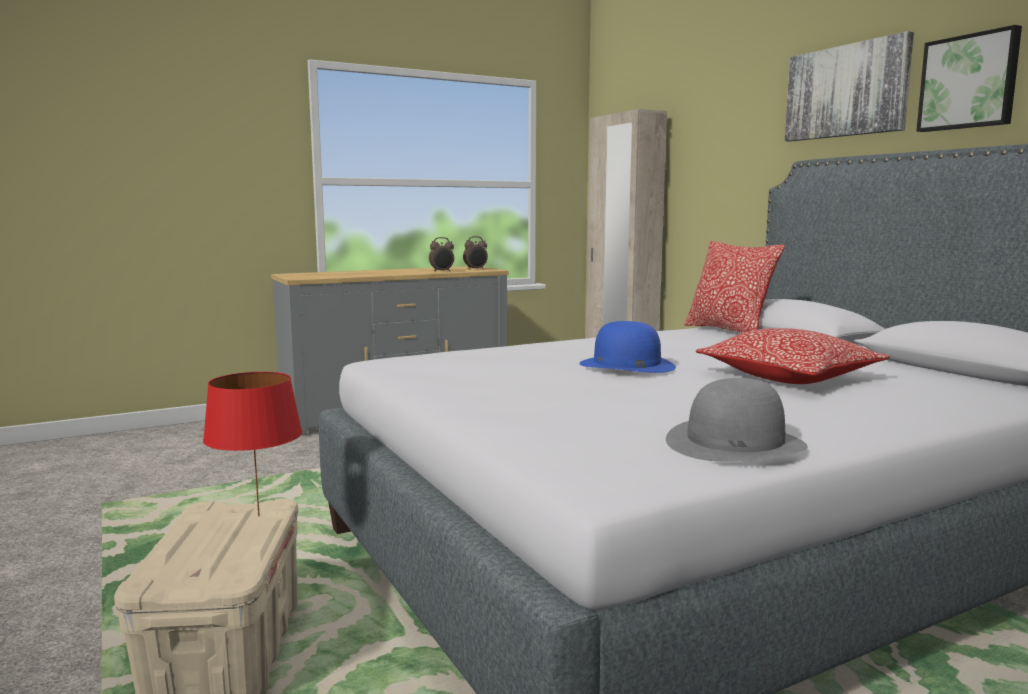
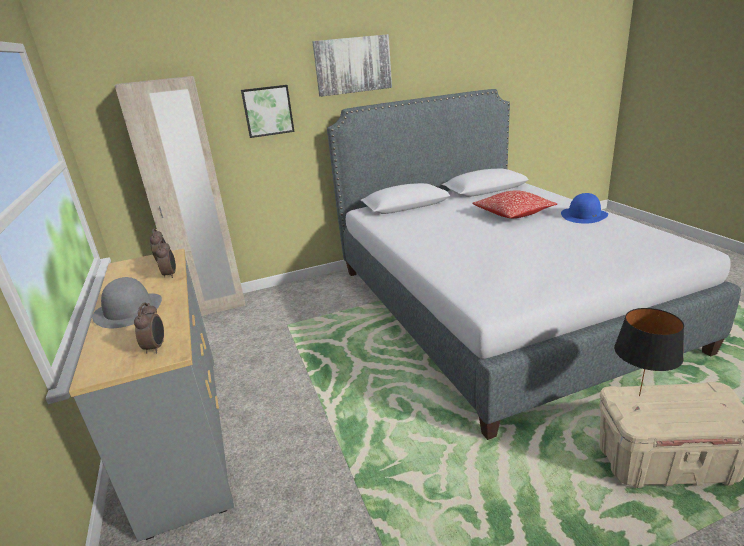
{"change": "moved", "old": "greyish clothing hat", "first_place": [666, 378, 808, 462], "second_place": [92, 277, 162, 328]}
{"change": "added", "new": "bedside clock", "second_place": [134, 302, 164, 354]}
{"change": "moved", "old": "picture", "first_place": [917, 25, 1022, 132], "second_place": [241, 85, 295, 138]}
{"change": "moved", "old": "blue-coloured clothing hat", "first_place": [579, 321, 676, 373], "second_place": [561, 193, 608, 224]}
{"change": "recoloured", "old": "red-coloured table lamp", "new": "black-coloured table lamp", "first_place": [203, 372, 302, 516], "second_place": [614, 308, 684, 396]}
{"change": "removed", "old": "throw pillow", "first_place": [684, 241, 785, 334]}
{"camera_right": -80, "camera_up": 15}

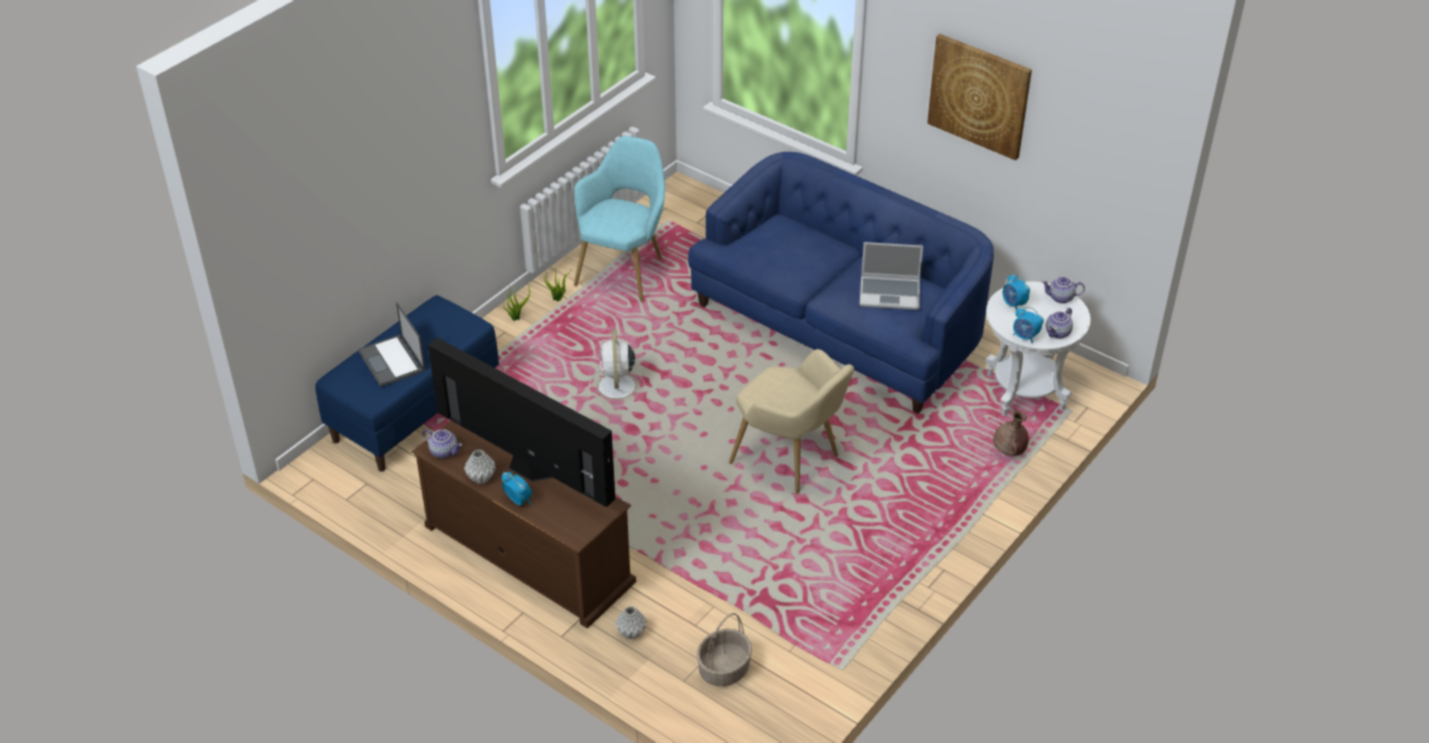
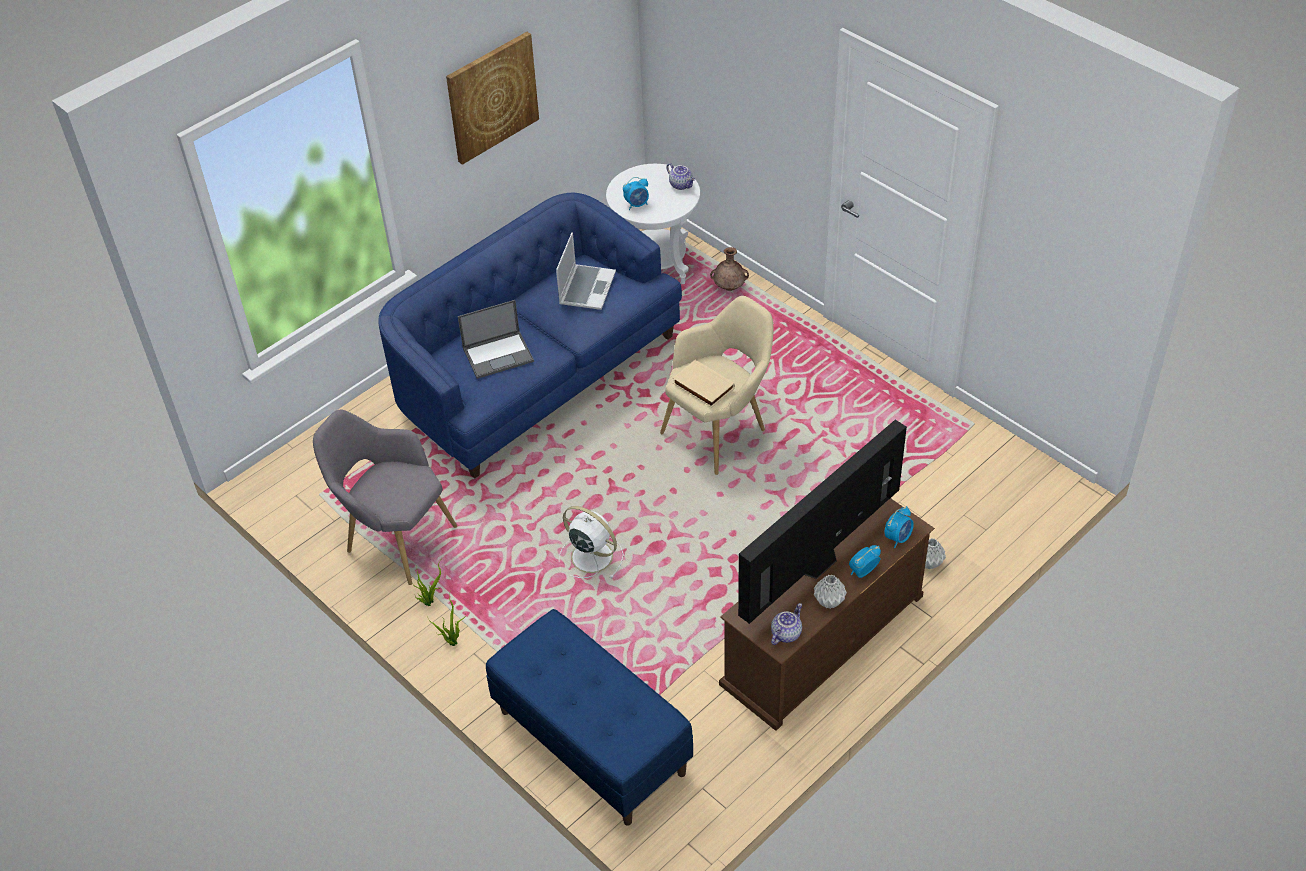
{"change": "recoloured", "old": "turquoise-coloured armchair", "new": "greyish armchair", "first_place": [574, 136, 665, 302], "second_place": [313, 409, 457, 585]}
{"change": "moved", "old": "notebook computer", "first_place": [358, 302, 426, 387], "second_place": [458, 300, 534, 379]}
{"change": "turned", "old": "white-coloured cooling fan", "first_place": [589, 329, 646, 407], "second_place": [559, 506, 624, 579], "degrees": -150}
{"change": "added", "new": "beige-coloured bound book", "second_place": [673, 360, 735, 408]}
{"change": "moved", "old": "bedside clock", "first_place": [1013, 307, 1044, 343], "second_place": [885, 506, 914, 548]}
{"change": "removed", "old": "household basket", "first_place": [697, 613, 752, 687]}
{"change": "removed", "old": "tea pot", "first_place": [1042, 277, 1085, 304]}
{"camera_right": -80, "camera_up": 5}

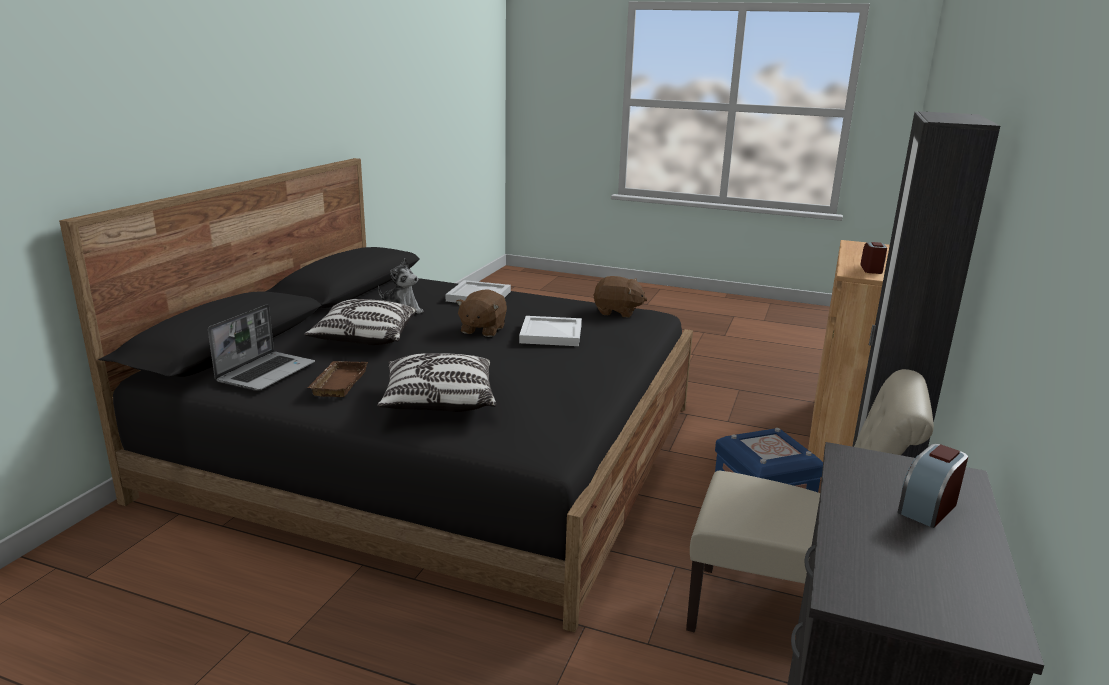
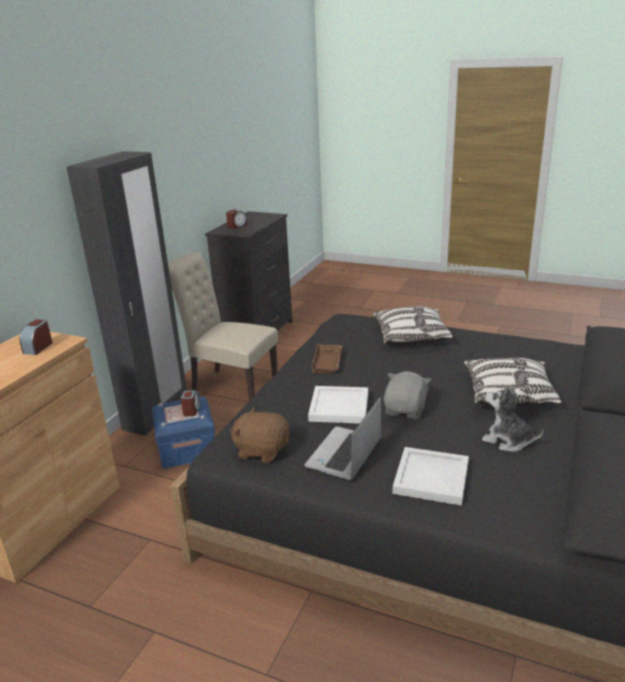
{"change": "added", "new": "bedside clock", "second_place": [181, 390, 200, 416]}
{"change": "moved", "old": "notebook computer", "first_place": [208, 304, 315, 391], "second_place": [305, 397, 381, 480]}
{"change": "moved", "old": "brown serving tray", "first_place": [307, 361, 368, 397], "second_place": [311, 344, 343, 373]}
{"change": "recoloured", "old": "brown cuddly toy", "new": "greyish cuddly toy", "first_place": [456, 289, 507, 337], "second_place": [383, 372, 431, 419]}
{"camera_right": -175, "camera_up": 5}

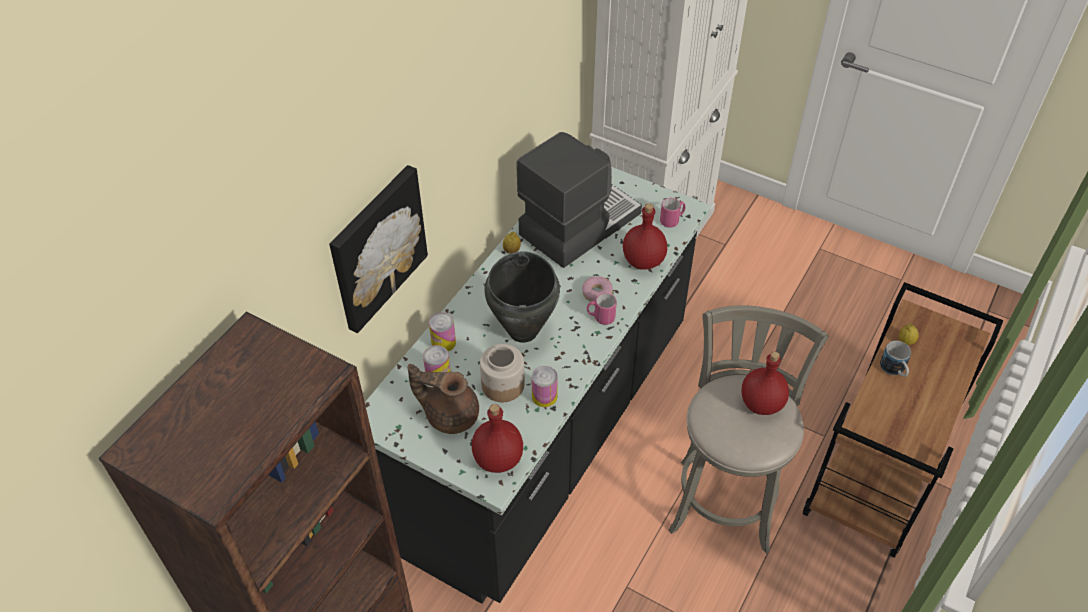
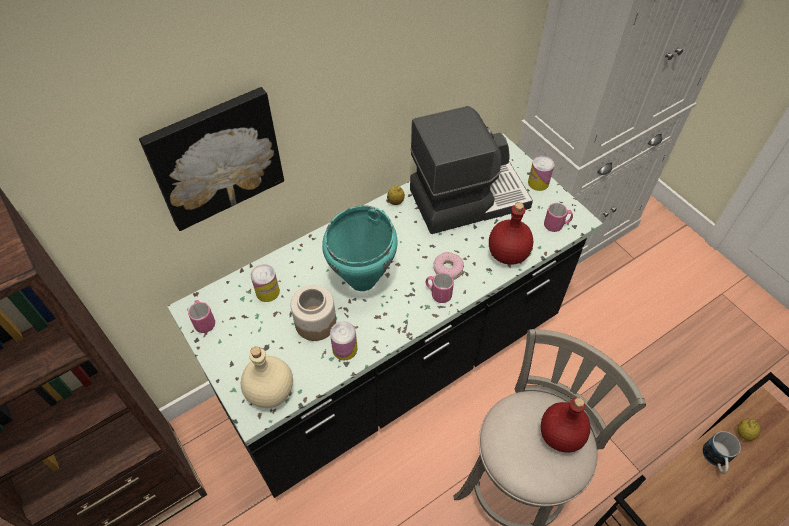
{"change": "added", "new": "pink-coloured tea mug", "second_place": [188, 300, 215, 333]}
{"change": "recoloured", "old": "red-coloured bottle", "new": "beige-coloured bottle", "first_place": [472, 404, 523, 473], "second_place": [241, 346, 293, 408]}
{"change": "recoloured", "old": "black-coloured stockpot", "new": "turquoise-coloured stockpot", "first_place": [484, 251, 560, 343], "second_place": [322, 206, 398, 291]}
{"change": "moved", "old": "metal can", "first_place": [429, 312, 456, 352], "second_place": [528, 156, 554, 191]}
{"change": "removed", "old": "brown tea pot", "first_place": [407, 364, 479, 434]}
{"camera_right": 25, "camera_up": 5}

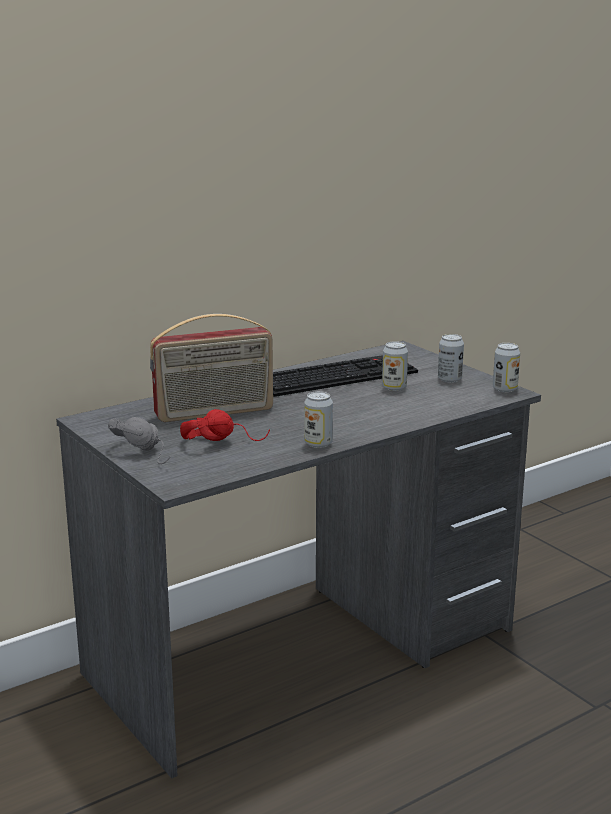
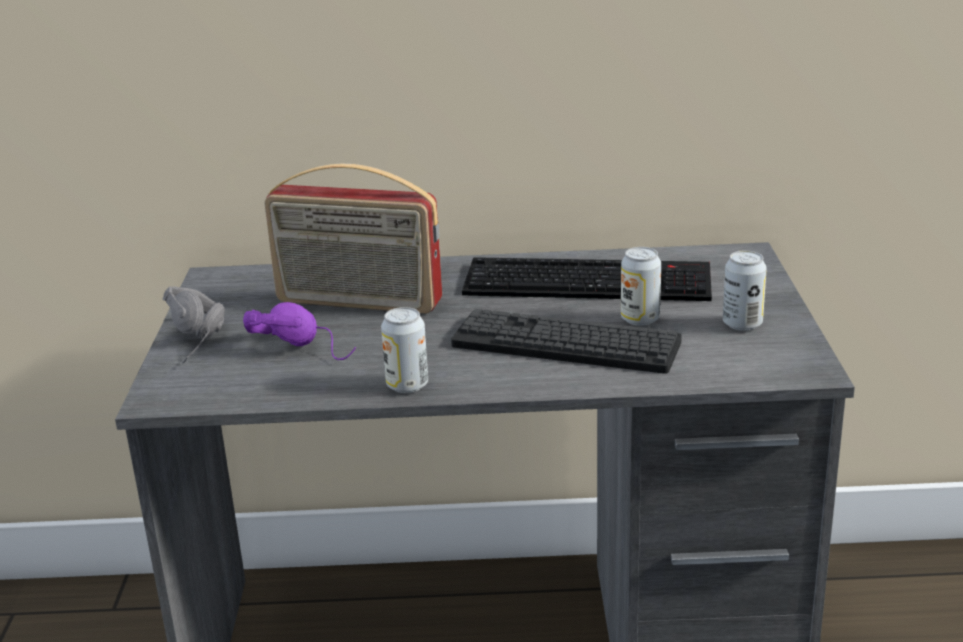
{"change": "recoloured", "old": "red-coloured pair of headphones", "new": "purple pair of headphones", "first_place": [180, 409, 270, 441], "second_place": [243, 302, 356, 360]}
{"change": "added", "new": "PC keyboard", "second_place": [451, 309, 682, 374]}
{"change": "removed", "old": "metal can", "first_place": [493, 343, 520, 393]}
{"camera_right": 35, "camera_up": 5}

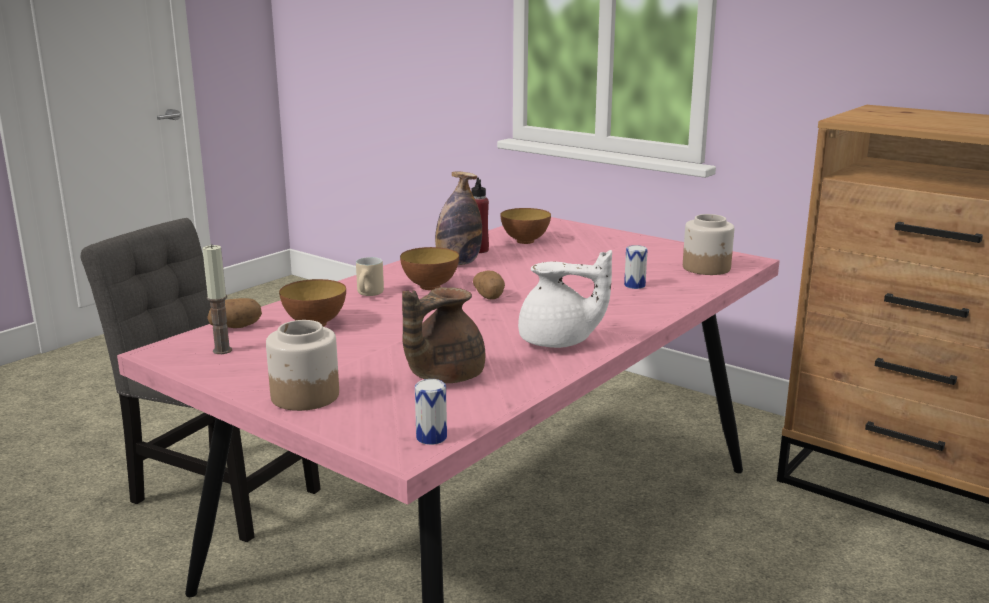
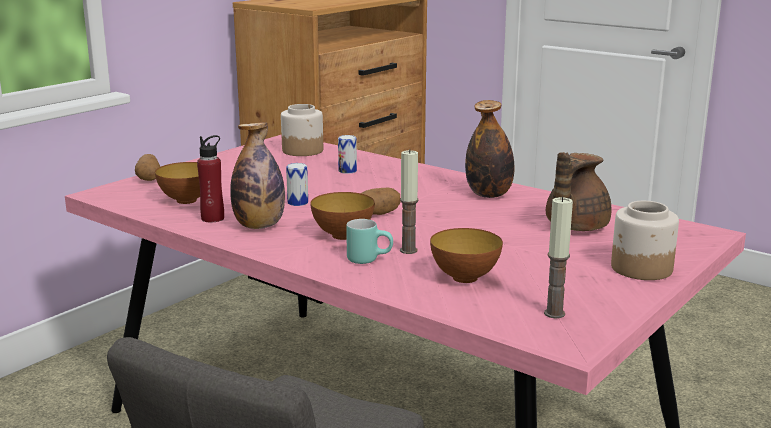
{"change": "moved", "old": "spud", "first_place": [207, 298, 262, 328], "second_place": [135, 154, 160, 181]}
{"change": "moved", "old": "metal can", "first_place": [415, 379, 447, 445], "second_place": [286, 163, 308, 206]}
{"change": "recoloured", "old": "beige-coloured tea mug", "new": "turquoise-coloured tea mug", "first_place": [356, 257, 384, 296], "second_place": [346, 219, 393, 264]}
{"change": "added", "new": "candle", "second_place": [400, 149, 418, 254]}
{"change": "replaced", "old": "white-coloured tea pot", "new": "bottle", "first_place": [518, 250, 612, 348], "second_place": [465, 100, 514, 198]}
{"change": "turned", "old": "brown tea pot", "first_place": [402, 287, 485, 383], "second_place": [546, 152, 612, 231], "degrees": 90}
{"camera_right": -90, "camera_up": 0}

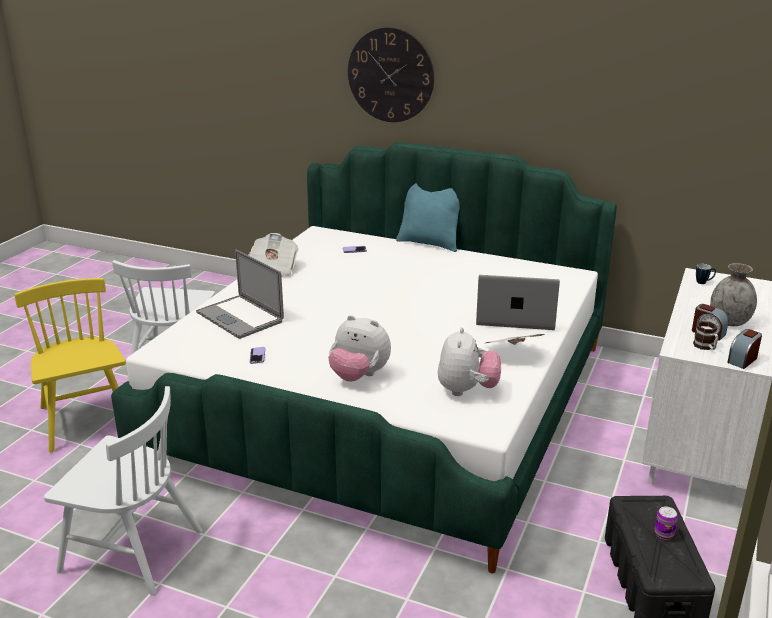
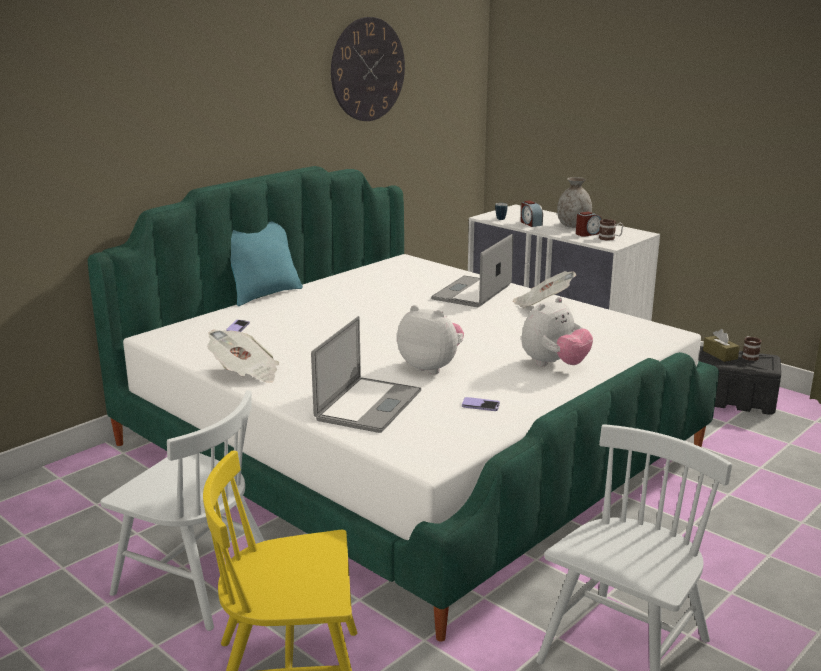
{"change": "turned", "old": "notebook computer", "first_place": [196, 249, 284, 339], "second_place": [311, 316, 421, 433], "degrees": -45}
{"change": "moved", "old": "hanging clock", "first_place": [348, 27, 434, 122], "second_place": [331, 17, 405, 121]}
{"change": "moved", "old": "cuddly toy", "first_place": [438, 327, 501, 396], "second_place": [397, 305, 464, 374]}
{"change": "moved", "old": "bedside clock", "first_place": [727, 329, 762, 369], "second_place": [521, 201, 543, 227]}
{"change": "replaced", "old": "metal can", "new": "brown tissue box", "first_place": [655, 506, 678, 540], "second_place": [703, 329, 740, 362]}
{"change": "added", "new": "tea mug", "second_place": [742, 336, 762, 361]}
{"camera_right": -70, "camera_up": -5}

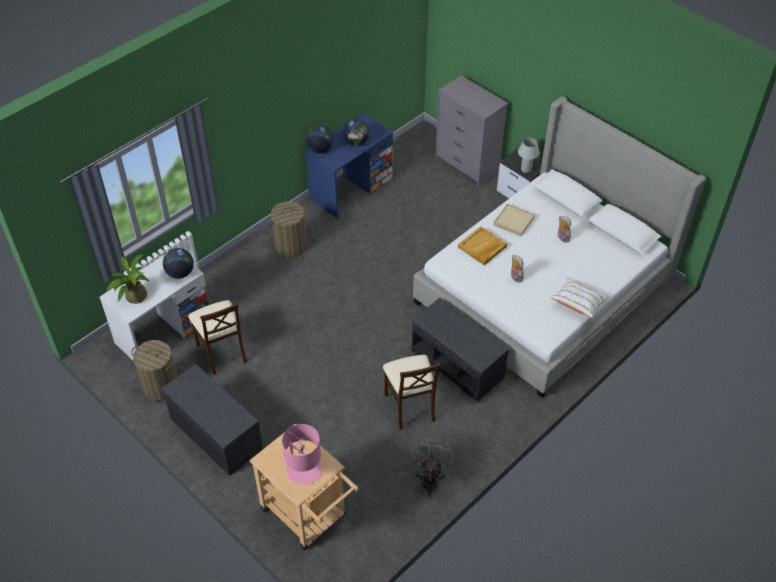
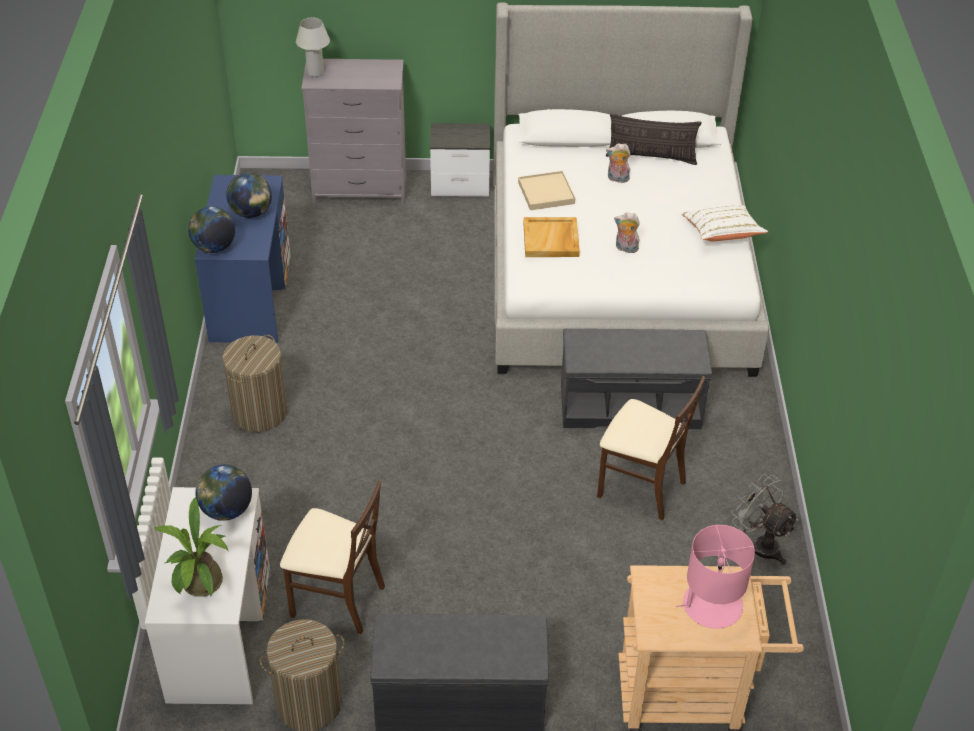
{"change": "moved", "old": "white-coloured table lamp", "first_place": [518, 138, 540, 173], "second_place": [296, 18, 330, 77]}
{"change": "added", "new": "throw pillow", "second_place": [606, 114, 701, 165]}
{"camera_right": -45, "camera_up": -5}

